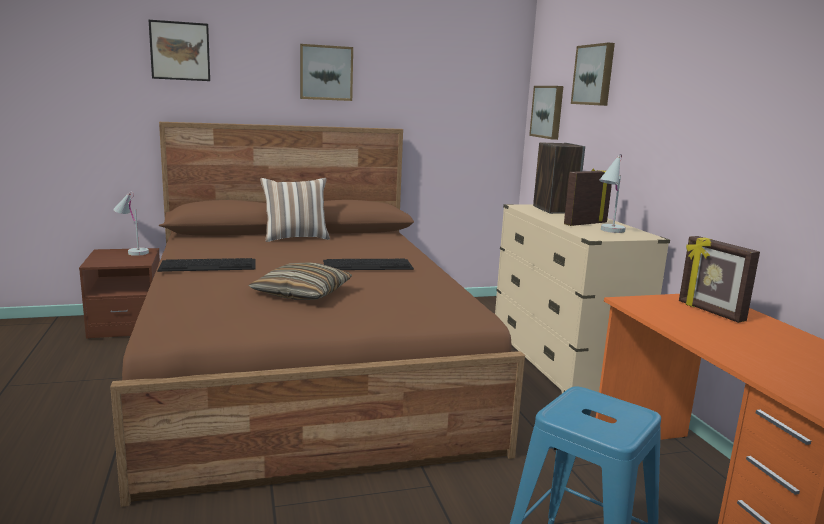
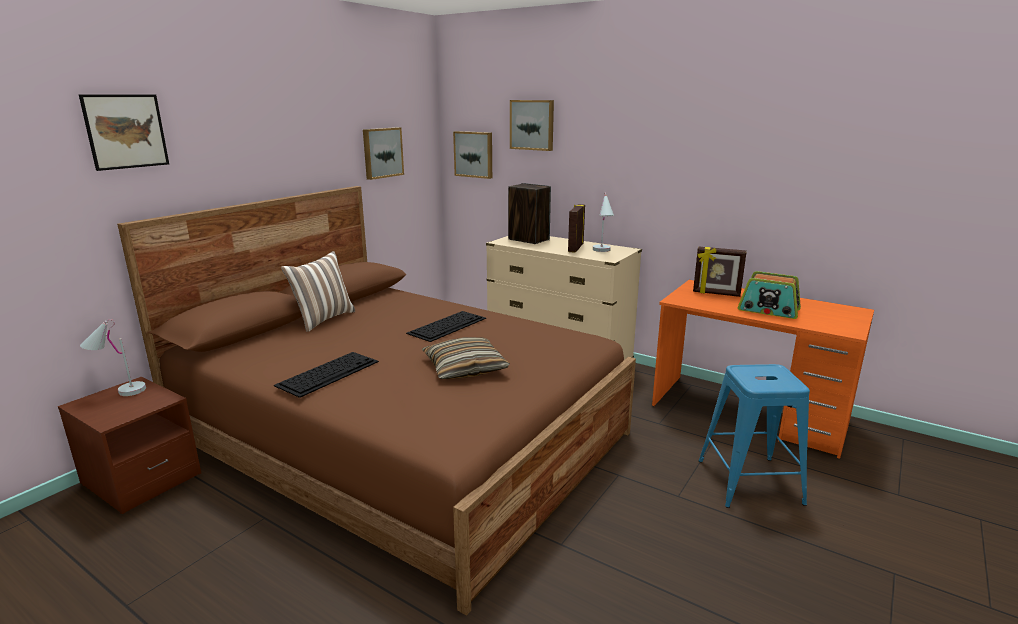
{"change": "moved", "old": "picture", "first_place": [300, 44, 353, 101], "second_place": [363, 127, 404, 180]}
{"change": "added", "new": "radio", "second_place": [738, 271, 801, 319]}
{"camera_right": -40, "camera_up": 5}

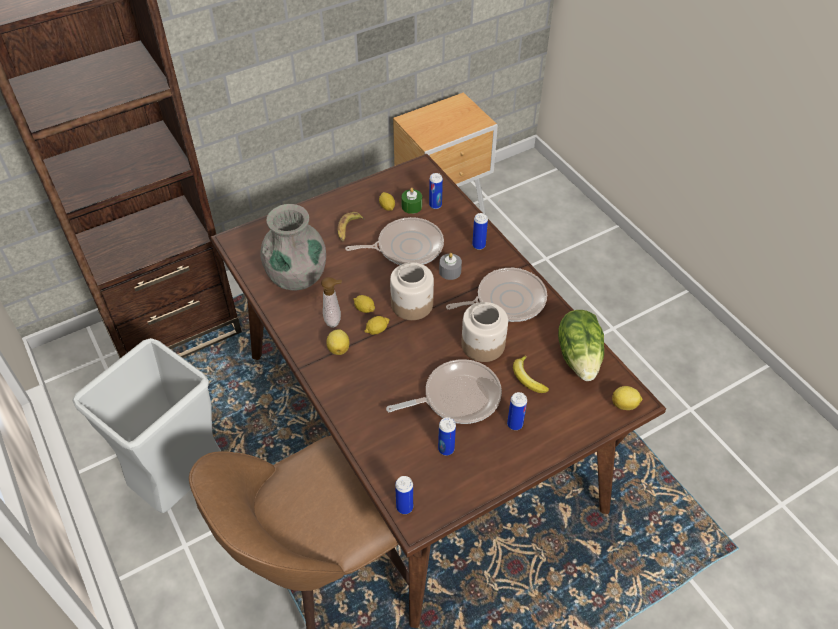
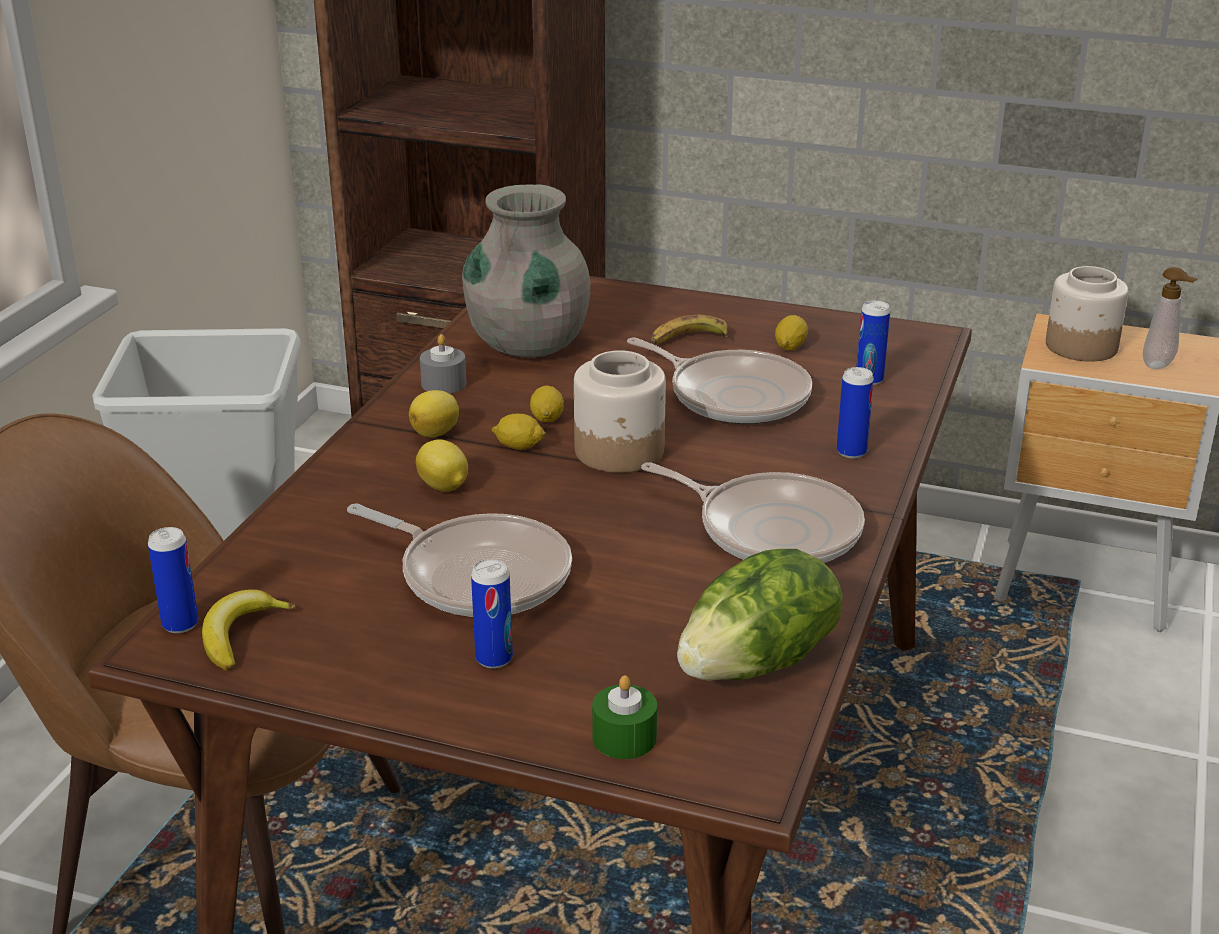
{"change": "moved", "old": "banana", "first_place": [513, 355, 549, 393], "second_place": [202, 589, 296, 671]}
{"change": "moved", "old": "whole lemon", "first_place": [612, 386, 642, 410], "second_place": [416, 439, 468, 492]}
{"change": "moved", "old": "greyish candle", "first_place": [439, 253, 462, 280], "second_place": [420, 334, 467, 394]}
{"change": "moved", "old": "green-coloured candle", "first_place": [401, 188, 422, 214], "second_place": [592, 675, 657, 759]}
{"change": "moved", "old": "preserve jar", "first_place": [461, 302, 508, 362], "second_place": [1046, 266, 1129, 362]}
{"change": "moved", "old": "soap dispenser", "first_place": [321, 277, 342, 328], "second_place": [1143, 267, 1197, 369]}
{"change": "removed", "old": "metal can", "first_place": [438, 417, 456, 455]}
{"camera_right": 50, "camera_up": -20}

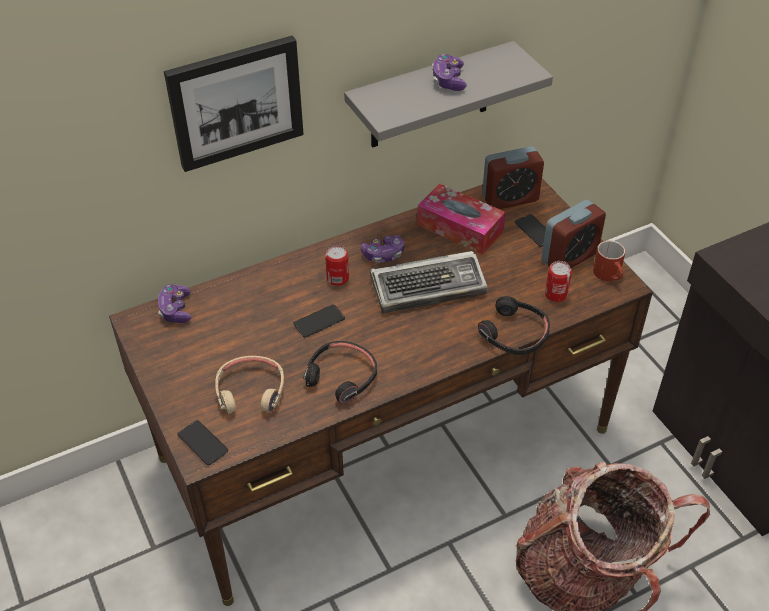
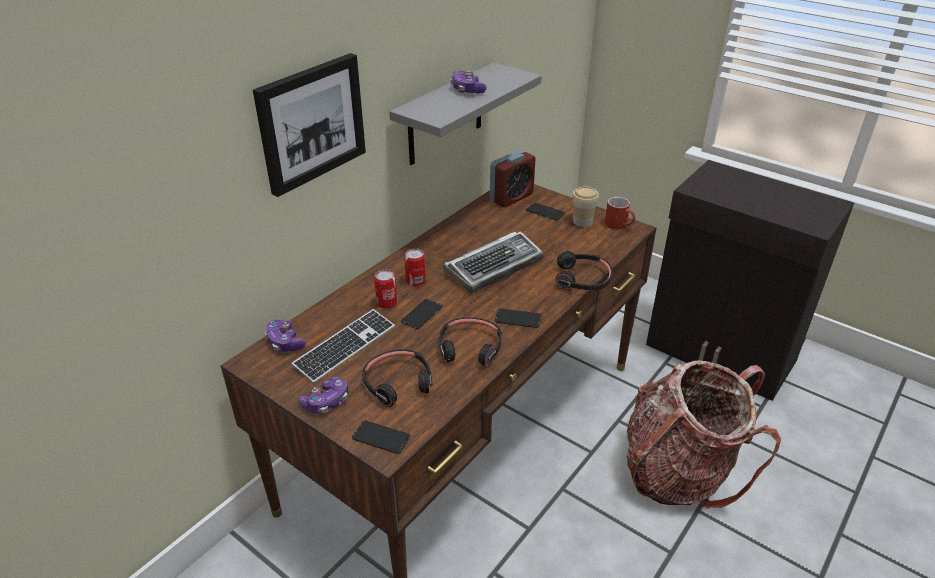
{"change": "added", "new": "PC keyboard", "second_place": [291, 309, 395, 383]}
{"change": "moved", "old": "joypad", "first_place": [361, 235, 404, 263], "second_place": [299, 376, 348, 413]}
{"change": "recoloured", "old": "beige-coloured pair of headphones", "new": "black-coloured pair of headphones", "first_place": [215, 356, 284, 415], "second_place": [362, 349, 433, 407]}
{"change": "moved", "old": "metal can", "first_place": [545, 261, 572, 302], "second_place": [374, 269, 397, 309]}
{"change": "added", "new": "telephone", "second_place": [495, 308, 542, 328]}
{"change": "replaced", "old": "bedside clock", "new": "drinking cup", "first_place": [541, 200, 606, 268], "second_place": [572, 186, 599, 227]}
{"change": "removed", "old": "tissue box", "first_place": [417, 183, 506, 255]}
{"camera_right": -25, "camera_up": -10}

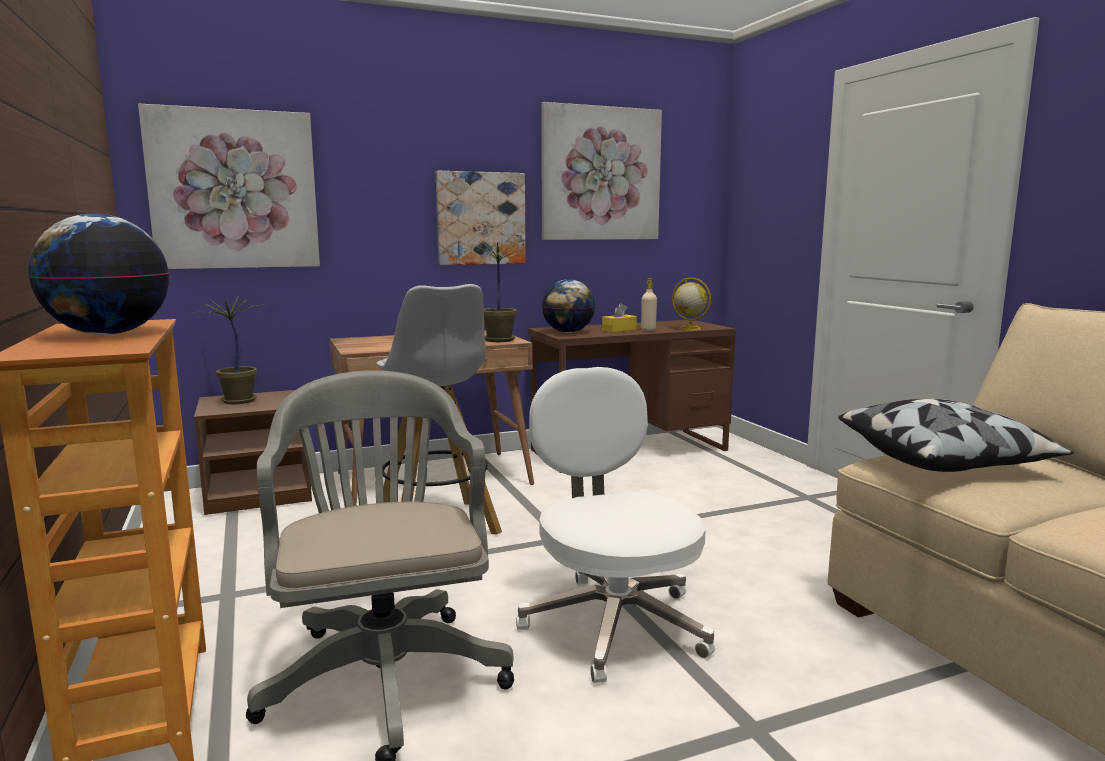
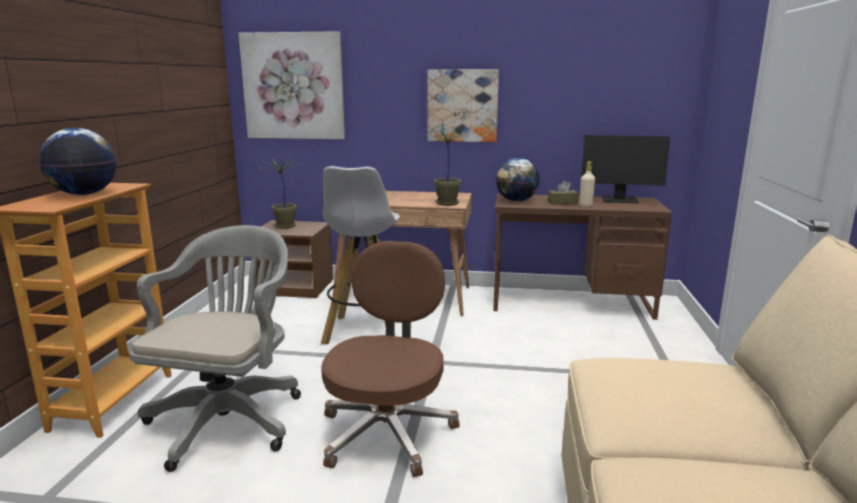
{"change": "recoloured", "old": "white-coloured desk chair", "new": "brown desk chair", "first_place": [516, 367, 715, 683], "second_place": [321, 241, 460, 477]}
{"change": "recoloured", "old": "yellow tissue box", "new": "brown tissue box", "first_place": [602, 303, 637, 332], "second_place": [548, 181, 578, 205]}
{"change": "added", "new": "monitor", "second_place": [581, 135, 670, 203]}
{"change": "removed", "old": "picture", "first_place": [541, 102, 662, 240]}
{"change": "removed", "old": "globe", "first_place": [672, 278, 711, 330]}
{"change": "removed", "old": "throw pillow", "first_place": [839, 399, 1074, 472]}
{"camera_right": 30, "camera_up": 5}

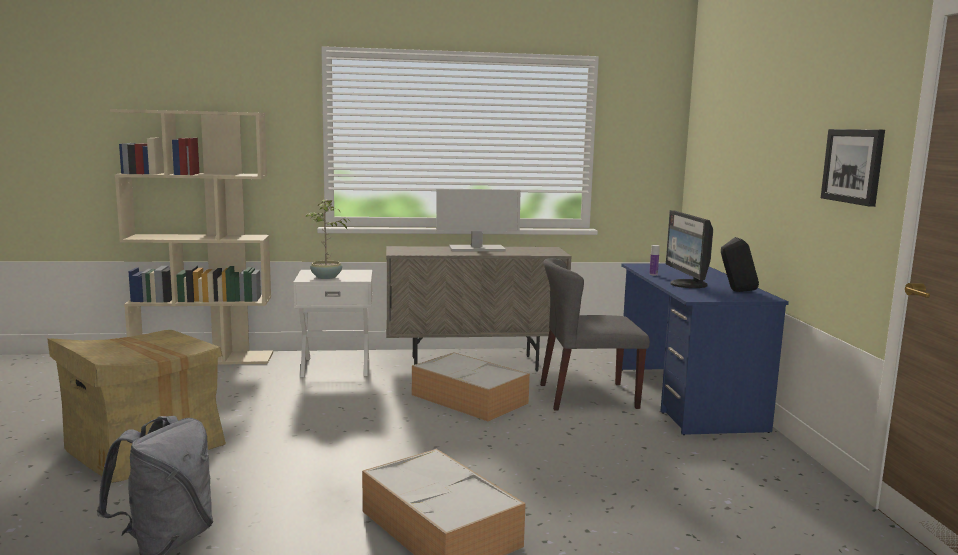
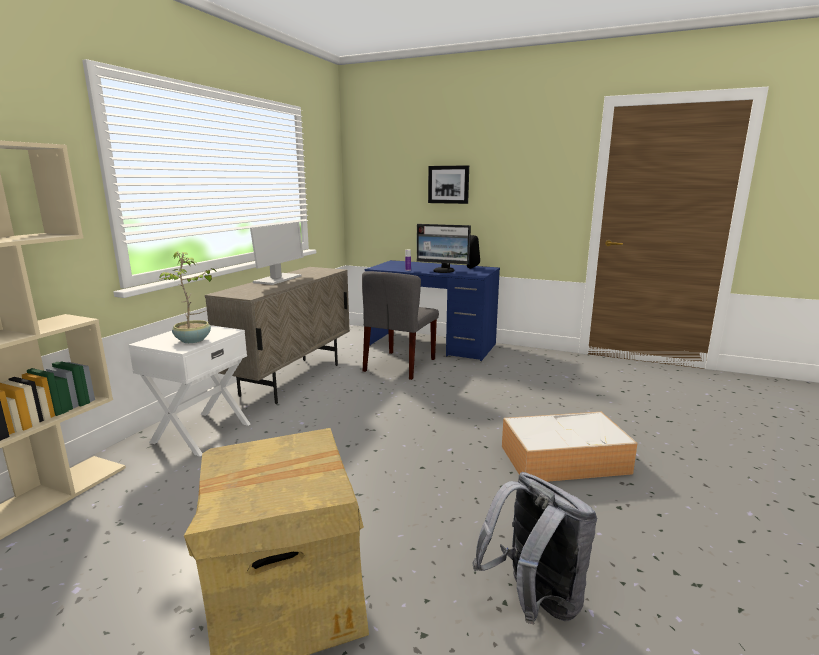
{"change": "moved", "old": "picture", "first_place": [821, 129, 885, 207], "second_place": [428, 165, 469, 204]}
{"change": "removed", "old": "storage bin", "first_place": [412, 352, 530, 421]}
{"camera_right": -60, "camera_up": 5}

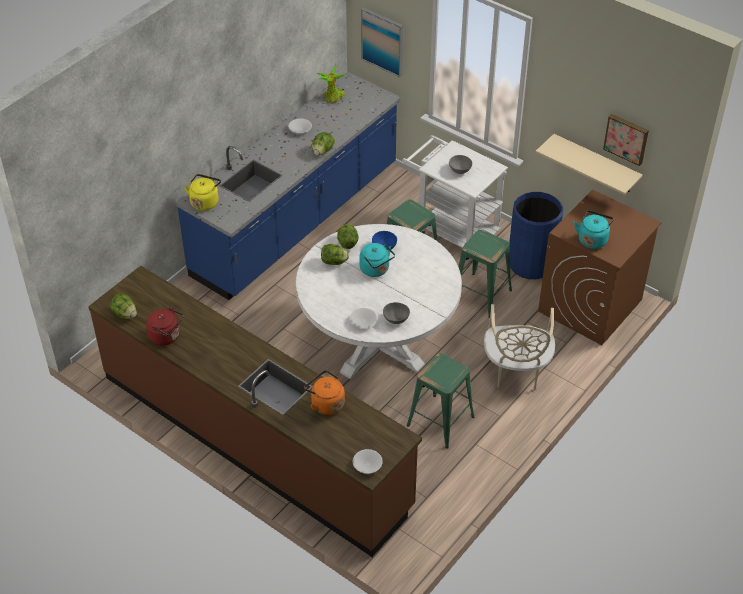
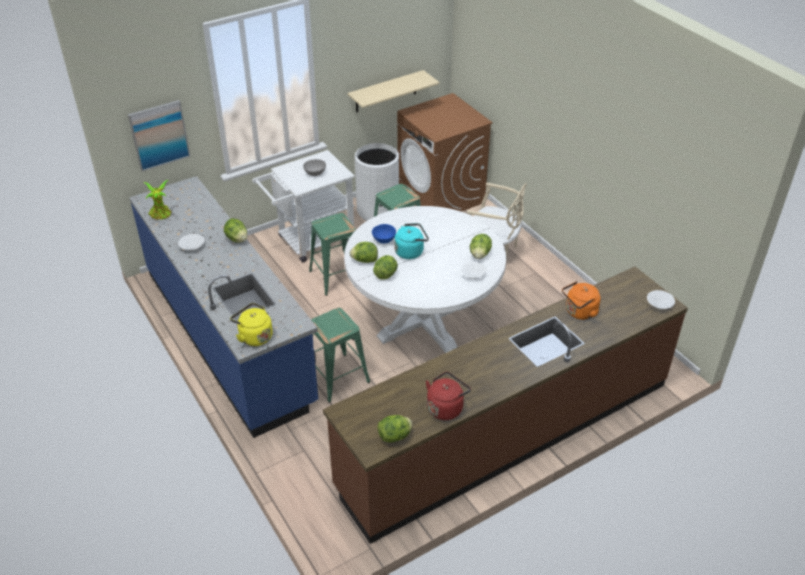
{"change": "moved", "old": "green-coloured sitting stool", "first_place": [407, 353, 474, 449], "second_place": [311, 308, 370, 403]}
{"change": "recoloured", "old": "blue-coloured waste bin", "new": "white-coloured waste bin", "first_place": [509, 192, 563, 279], "second_place": [355, 143, 399, 221]}
{"change": "replaced", "old": "greyish serving bowl", "new": "lettuce", "first_place": [383, 302, 410, 324], "second_place": [470, 234, 492, 259]}
{"change": "removed", "old": "turquoise-coloured tea kettle", "first_place": [574, 210, 614, 249]}
{"change": "removed", "old": "picture", "first_place": [603, 114, 649, 166]}
{"camera_right": -70, "camera_up": -5}

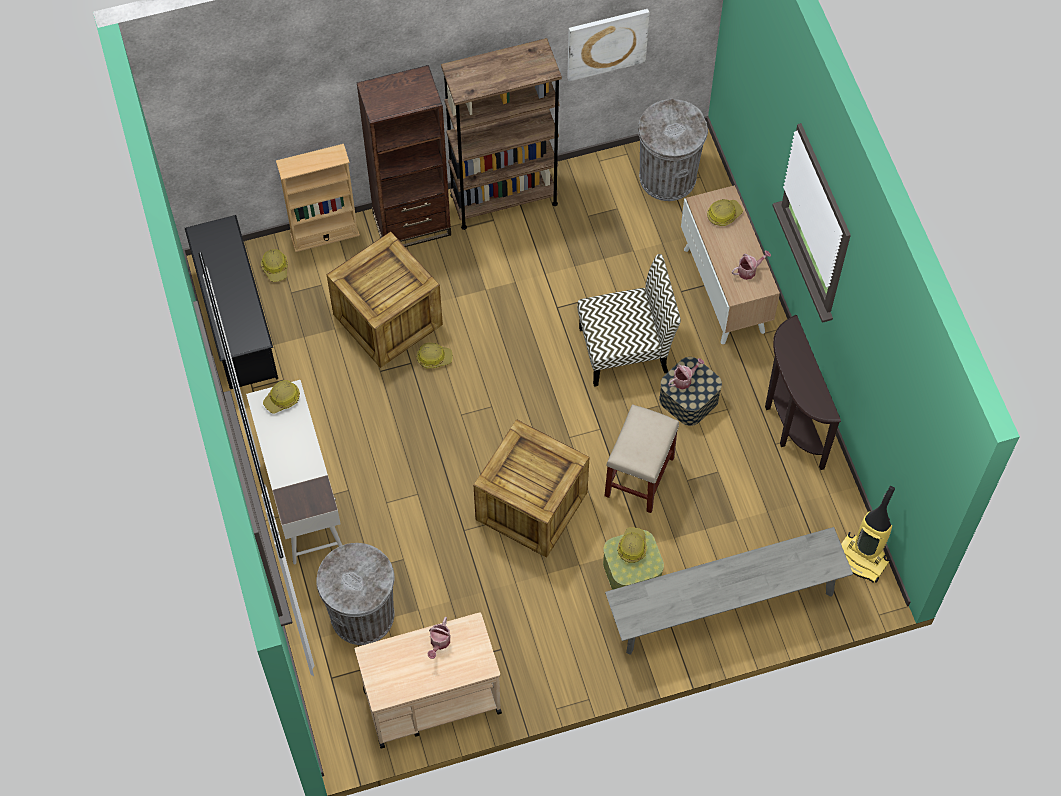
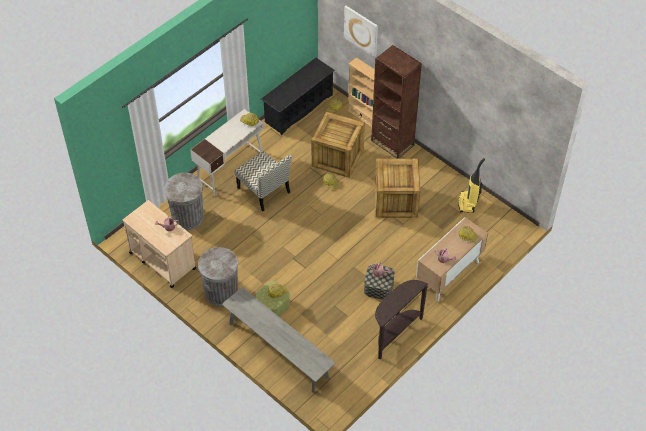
{"change": "moved", "old": "greyish waste bin", "first_place": [638, 99, 708, 201], "second_place": [198, 247, 238, 306]}
{"change": "moved", "old": "plain chair", "first_place": [577, 254, 681, 387], "second_place": [235, 151, 292, 211]}
{"change": "moved", "old": "picture", "first_place": [567, 9, 650, 81], "second_place": [344, 6, 378, 58]}
{"change": "moved", "old": "shipping crate", "first_place": [474, 419, 589, 558], "second_place": [375, 159, 420, 218]}
{"change": "moved", "old": "hoover", "first_place": [841, 486, 895, 583], "second_place": [458, 158, 485, 213]}
{"change": "removed", "old": "brown shelving unit", "first_place": [441, 38, 562, 230]}
{"change": "removed", "old": "beige-coloured sitting stool", "first_place": [605, 404, 679, 513]}
{"camera_right": 60, "camera_up": -10}

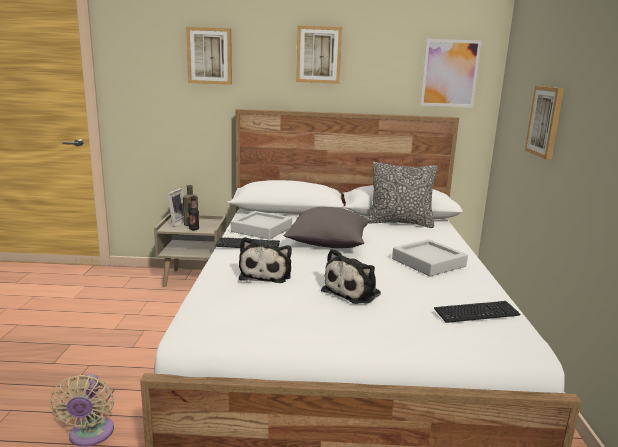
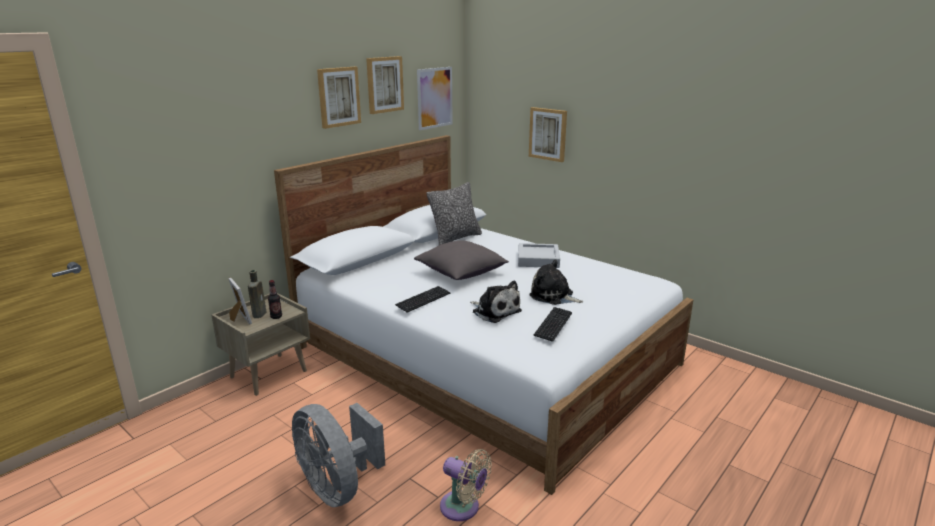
{"change": "added", "new": "greyish cooling fan", "second_place": [292, 403, 385, 507]}
{"change": "moved", "old": "picture", "first_place": [186, 27, 232, 85], "second_place": [366, 56, 404, 114]}
{"change": "turned", "old": "cuddly toy", "first_place": [321, 249, 381, 304], "second_place": [529, 259, 583, 305], "degrees": 135}
{"change": "moved", "old": "PC keyboard", "first_place": [434, 301, 520, 323], "second_place": [534, 307, 572, 342]}
{"change": "removed", "old": "greyish serving tray", "first_place": [231, 211, 292, 240]}
{"camera_right": -50, "camera_up": 5}

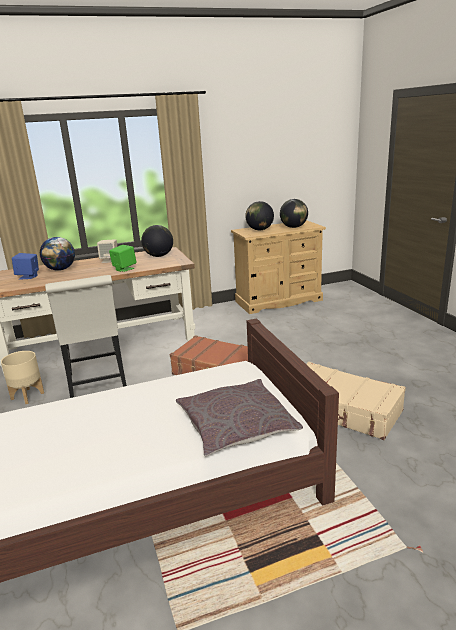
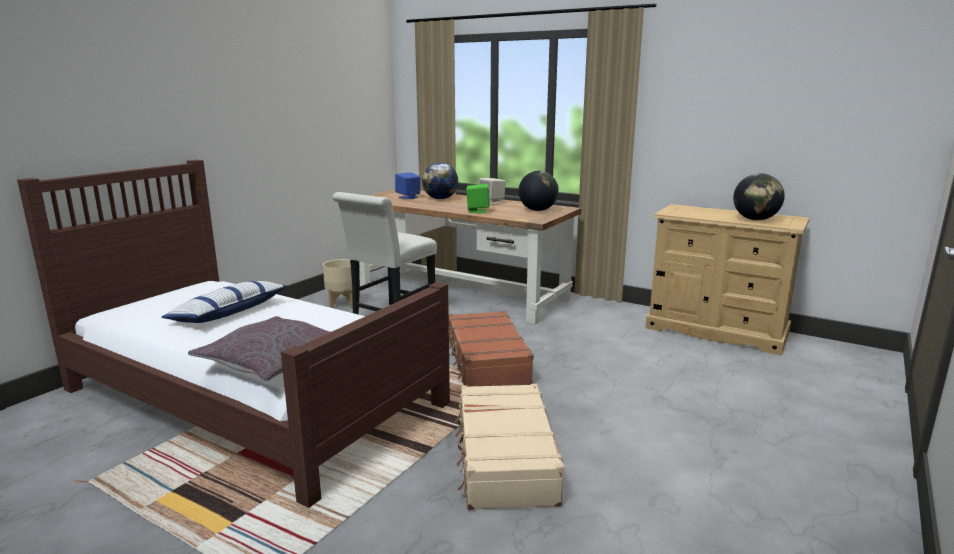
{"change": "added", "new": "throw pillow", "second_place": [161, 281, 287, 323]}
{"change": "removed", "old": "globe", "first_place": [245, 201, 274, 230]}
{"camera_right": 50, "camera_up": -5}

